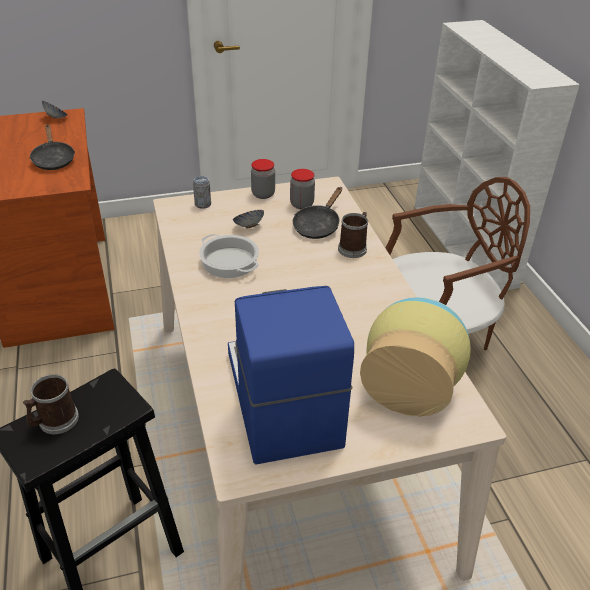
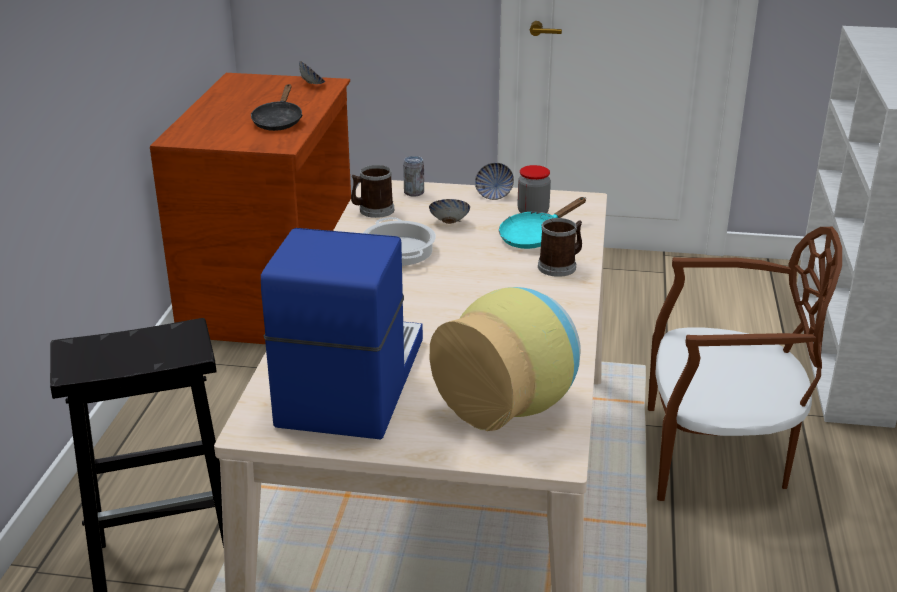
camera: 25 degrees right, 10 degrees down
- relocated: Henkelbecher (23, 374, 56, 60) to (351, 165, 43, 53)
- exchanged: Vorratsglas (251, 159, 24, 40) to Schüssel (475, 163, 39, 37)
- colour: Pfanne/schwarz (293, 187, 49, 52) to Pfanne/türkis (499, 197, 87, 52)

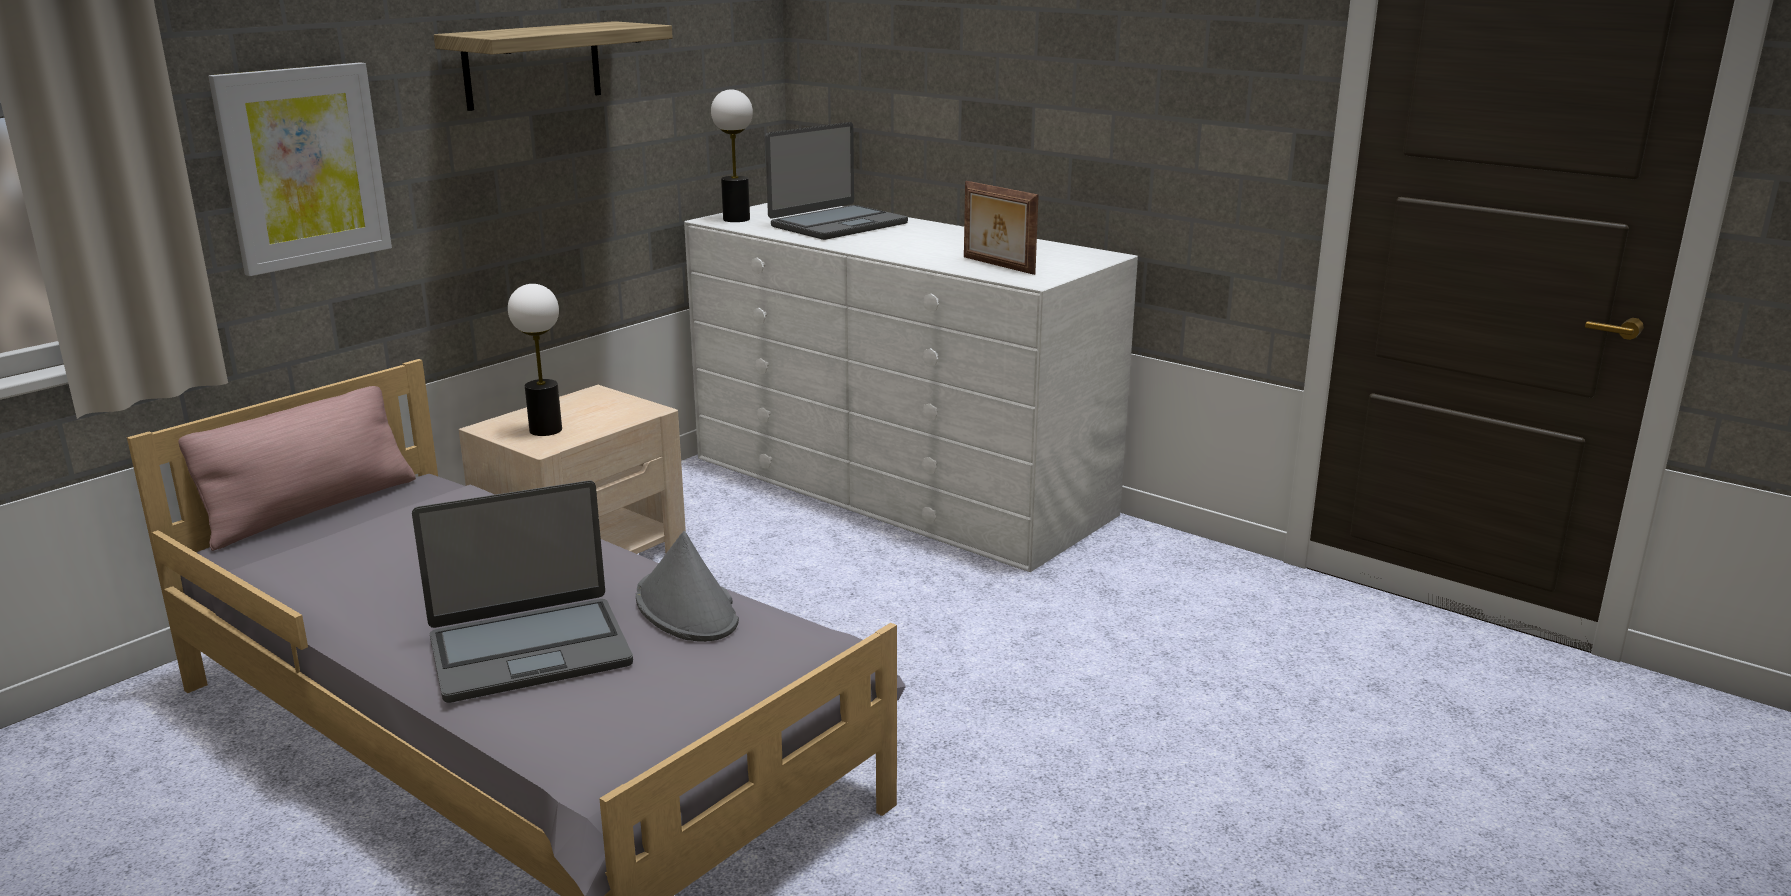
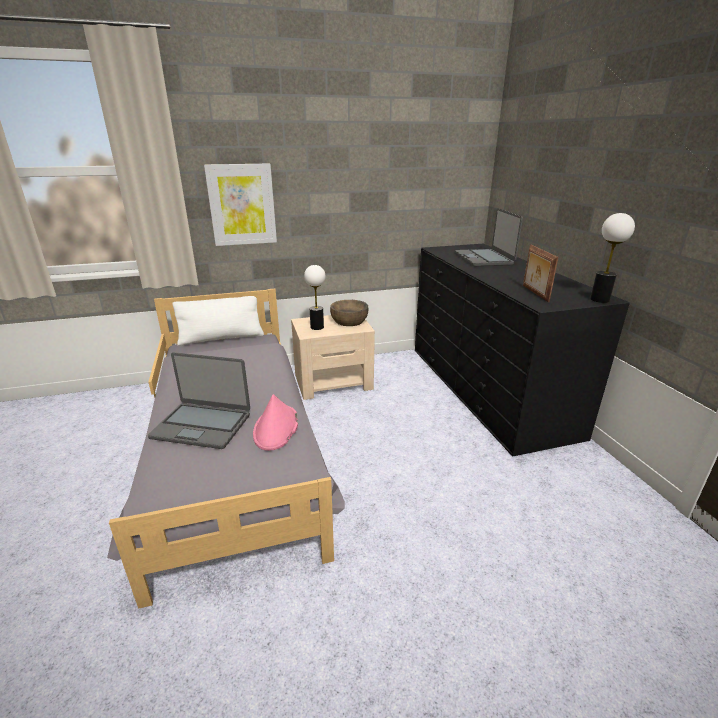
camera: 35 degrees right, 5 degrees up
- colour: Kissen/rosa (178, 386, 238, 165) to Kissen/weiß (172, 296, 92, 50)
- missing: Wandregal (434, 21, 239, 90)
- colour: Hut/grau (636, 531, 103, 111) to Hut/rosa (253, 394, 45, 57)
- colour: Kommode/weiß (684, 203, 454, 369) to Kommode/schwarz (415, 244, 215, 213)
- relocated: Tischlampe (711, 89, 42, 133) to (590, 213, 45, 90)
- spun: Laptop (765, 122, 143, 118) = (455, 208, 68, 58) 90 degrees clockwise
- appeared: Schüssel/braun (330, 300, 38, 26)

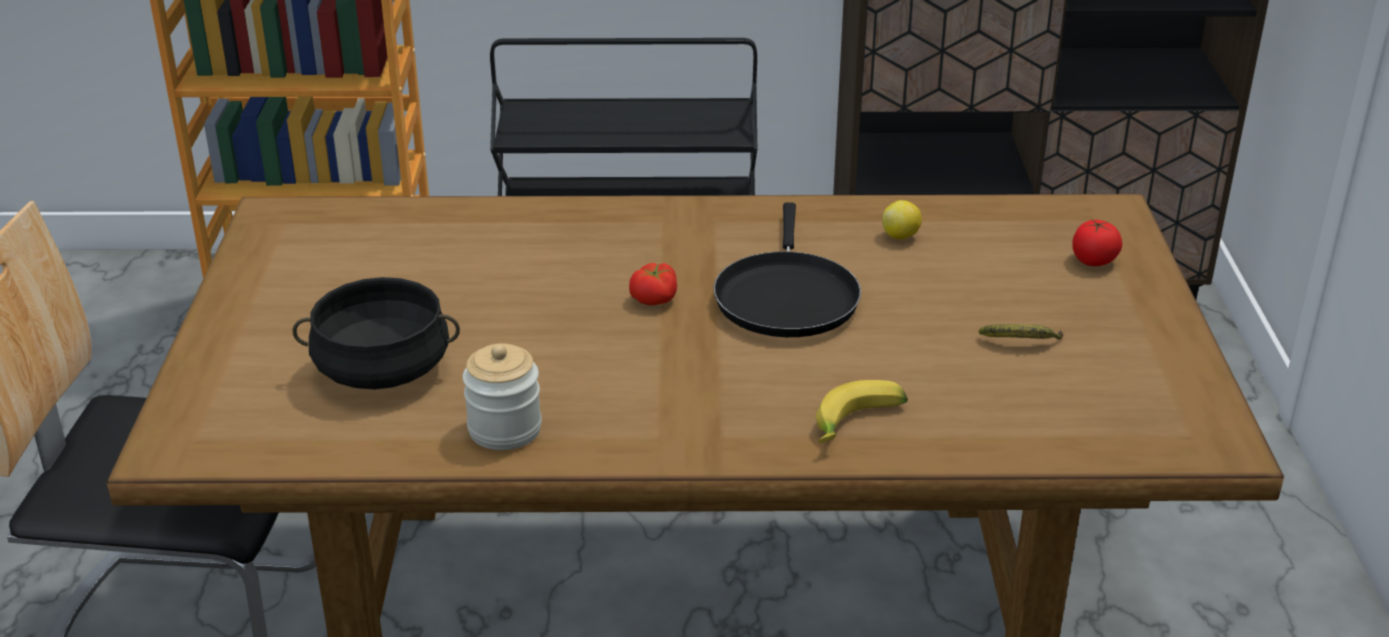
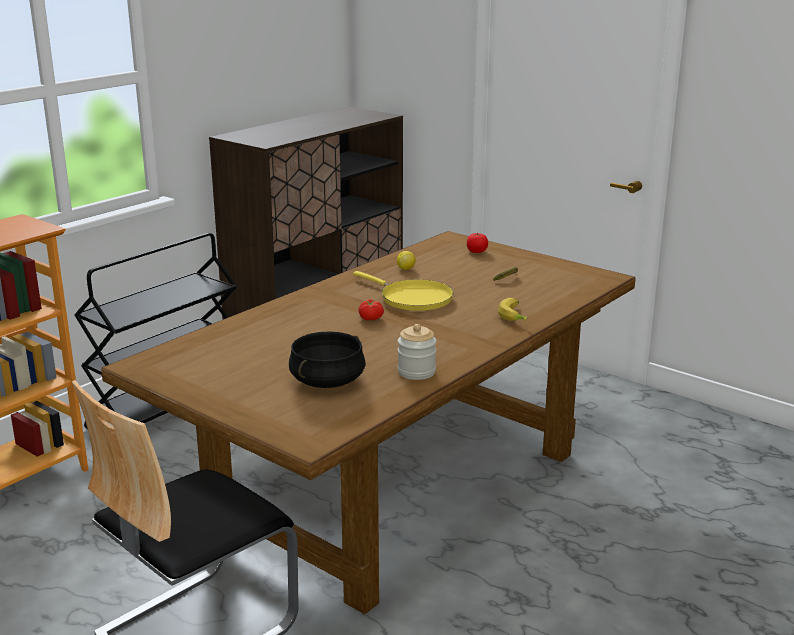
camera: 50 degrees left, 10 degrees down
- colour: Pfanne/schwarz (714, 202, 147, 135) to Pfanne/gelb (353, 271, 101, 40)

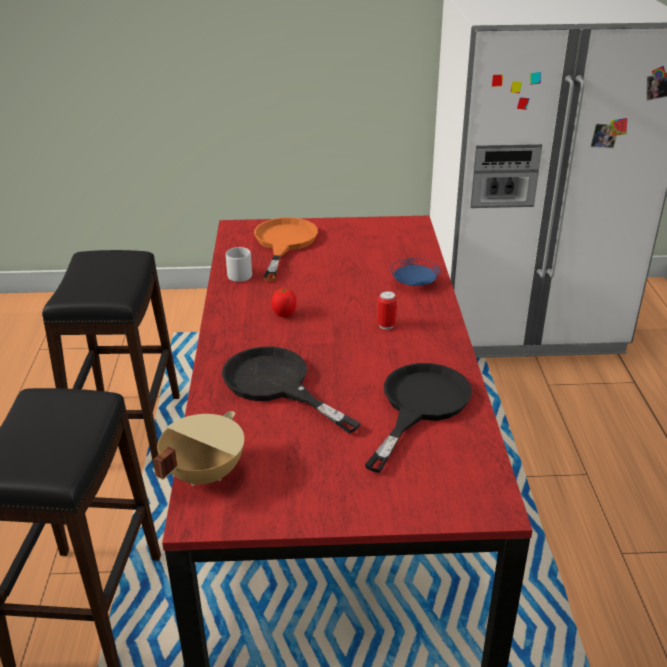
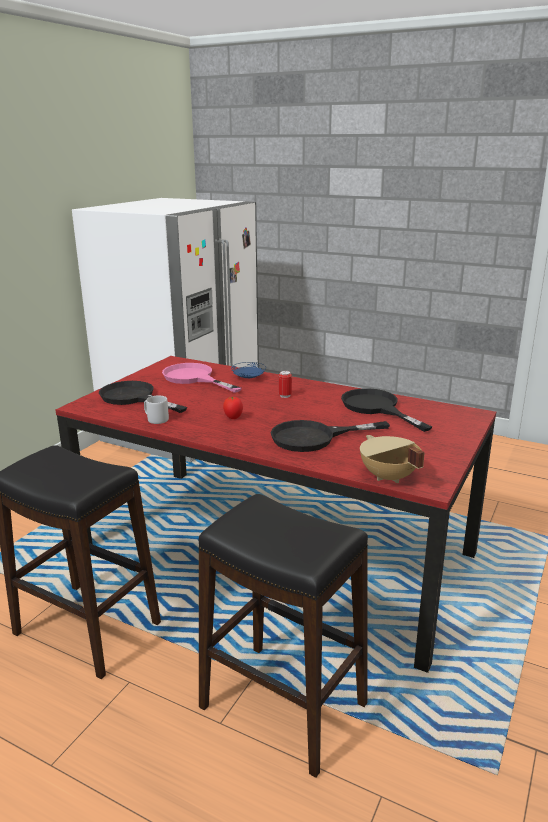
camera: 60 degrees left, 10 degrees down
- colour: Pfanne/orange (254, 217, 64, 64) to Pfanne/schwarz (99, 381, 88, 32)
- appeared: Pfanne/rosa (162, 363, 80, 30)

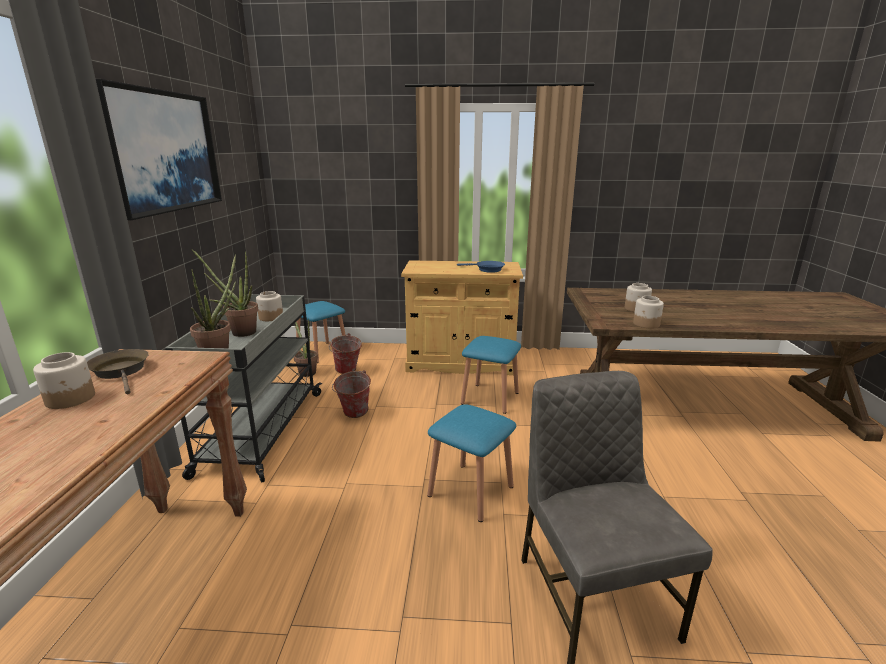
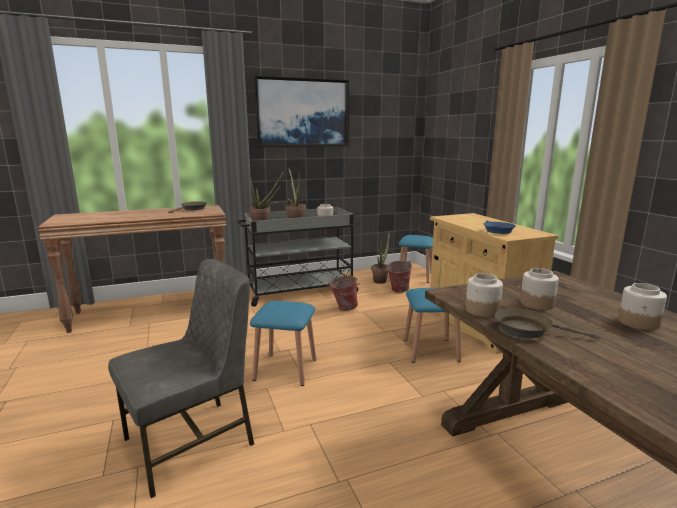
camera: 65 degrees right, 5 degrees down
- relocated: Vorratsglas (33, 352, 62, 57) to (618, 283, 49, 47)
- appeared: Pfanne/braun (495, 308, 105, 31)

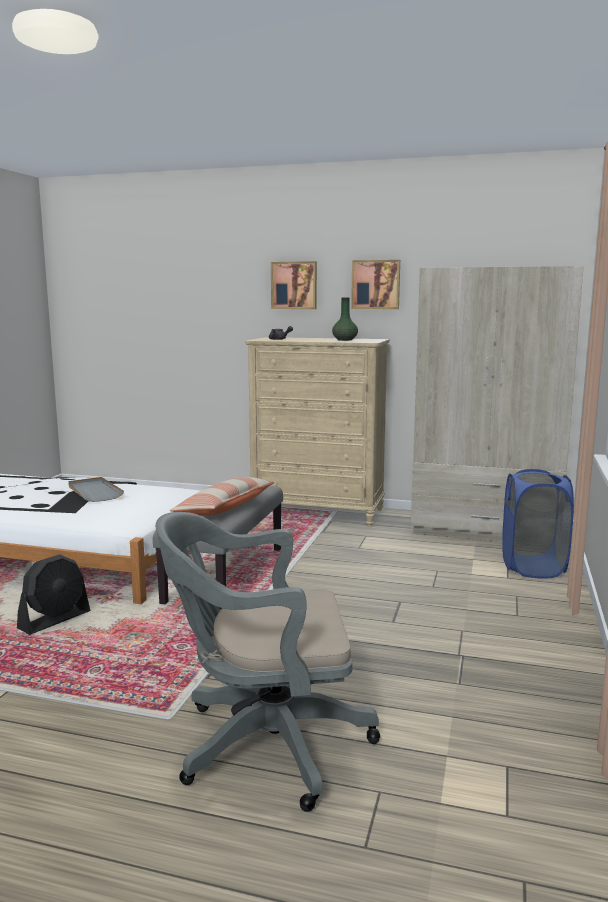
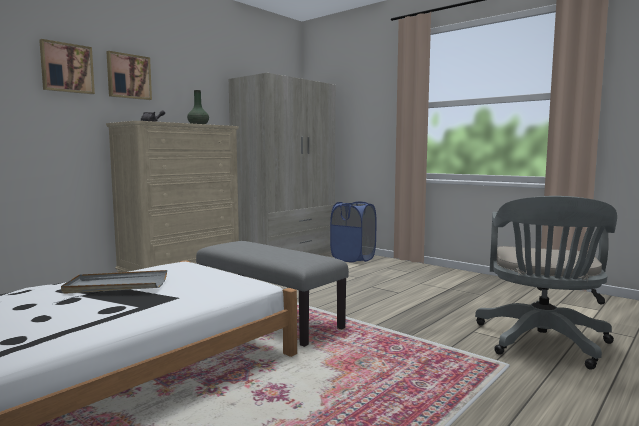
camera: 65 degrees left, 5 degrees down
- missing: Ventilator/schwarz (17, 554, 73, 81)
- missing: Kissen (170, 477, 104, 39)
- relocated: Bild (351, 260, 49, 49) to (39, 39, 56, 55)

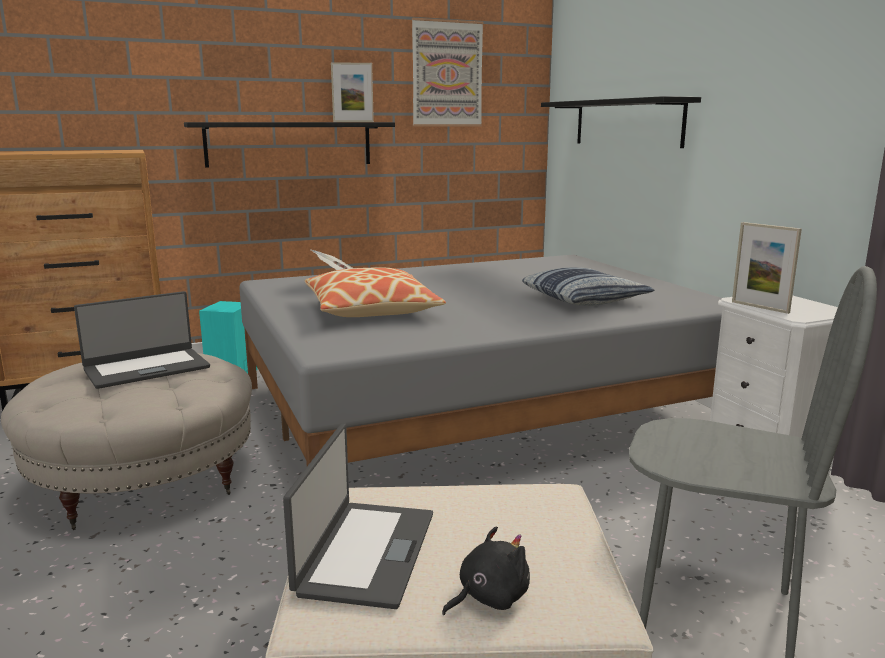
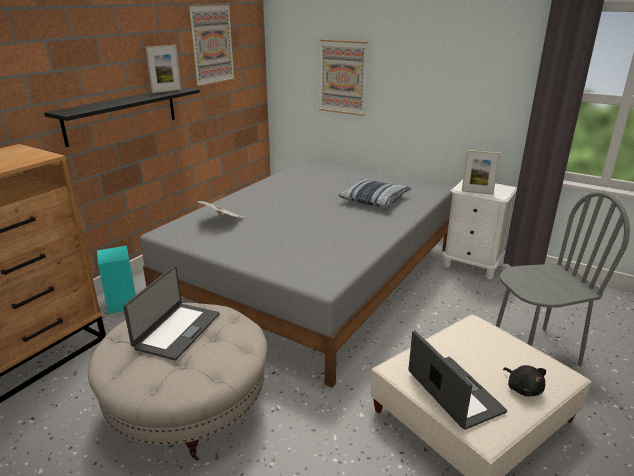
camera: 35 degrees left, 10 degrees up
- missing: Kissen (305, 267, 141, 50)
- spun: Plüschtier/schwarz (442, 526, 88, 89) = (503, 365, 43, 31) 135 degrees clockwise
- exchanged: Wandregal/schwarz (541, 96, 160, 52) to Bild (320, 39, 48, 77)

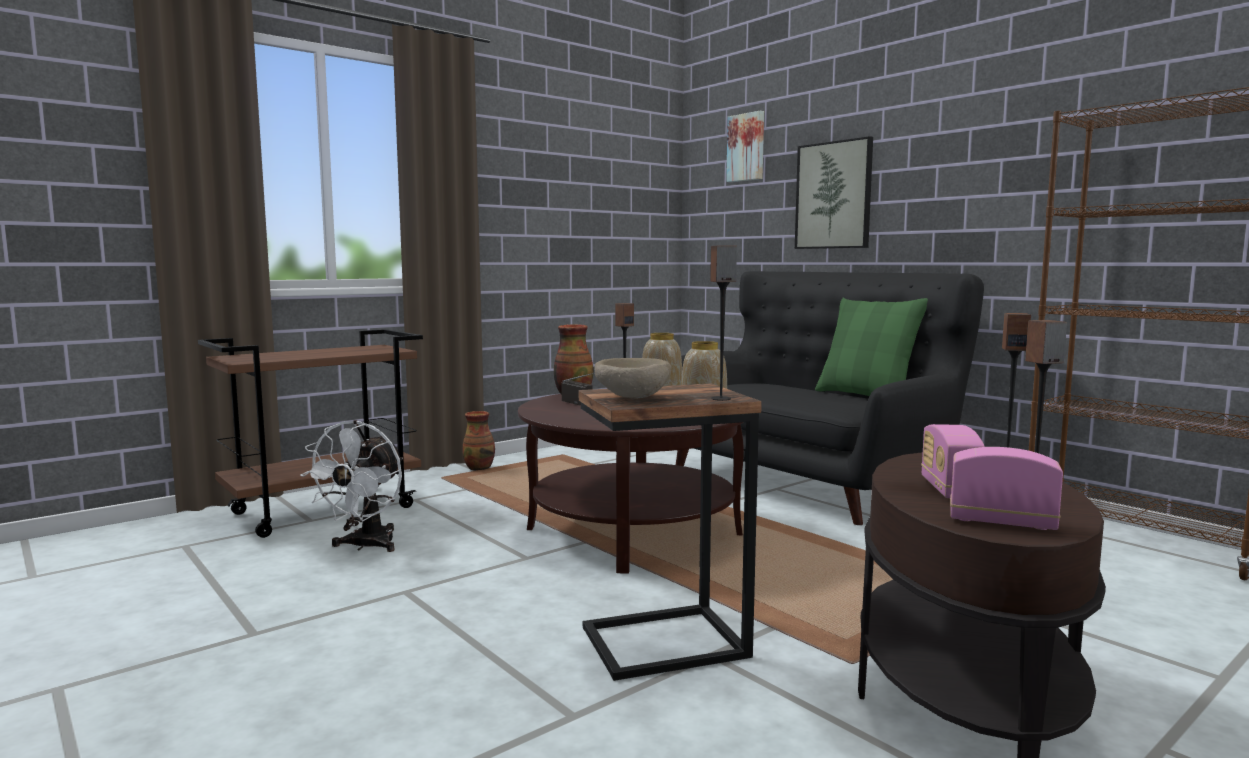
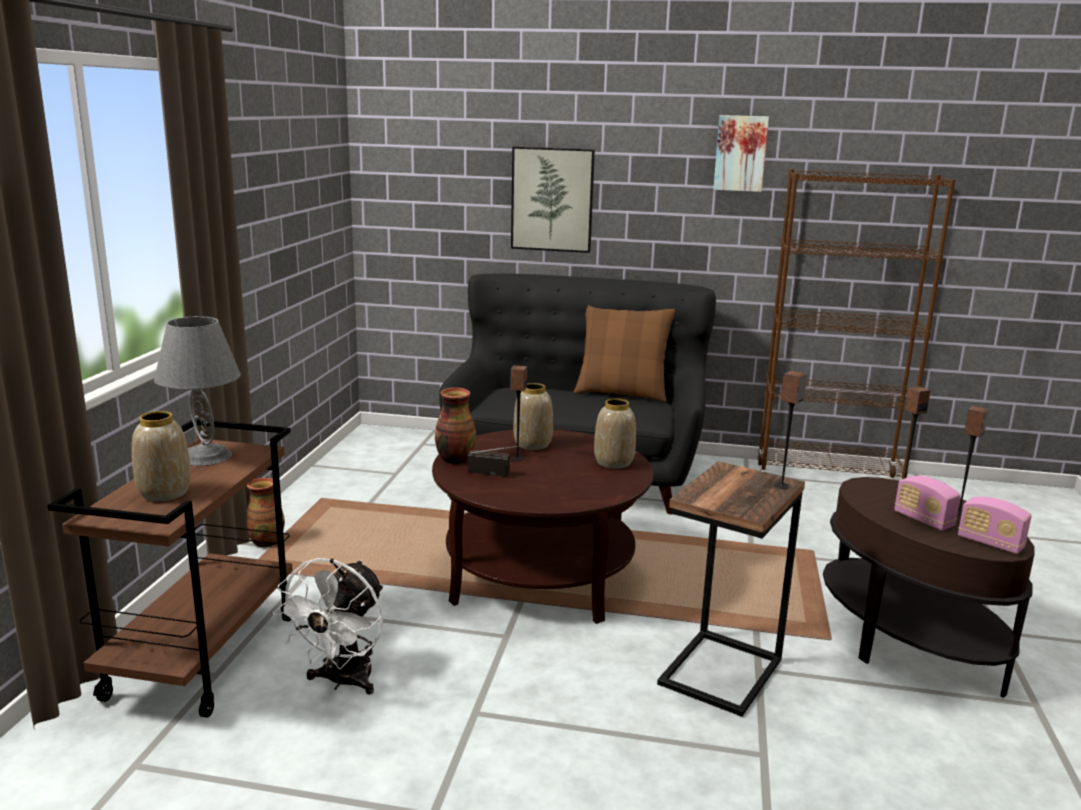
camera: 40 degrees left, 10 degrees up
- spun: Ventilator/weiß (300, 420, 103, 132) = (273, 558, 110, 137) 45 degrees clockwise
- missing: Schüssel/beige (595, 358, 76, 41)
- relocated: Bild (726, 111, 38, 71) to (713, 115, 56, 77)
- colour: Kissen/grün (815, 298, 113, 98) to Kissen/braun (574, 305, 101, 98)
- spun: Radio (950, 447, 113, 83) = (958, 497, 74, 57) 120 degrees counterclockwise
- appeared: Vase (132, 411, 59, 90)
- appeared: Tischlampe/grau (154, 316, 87, 150)

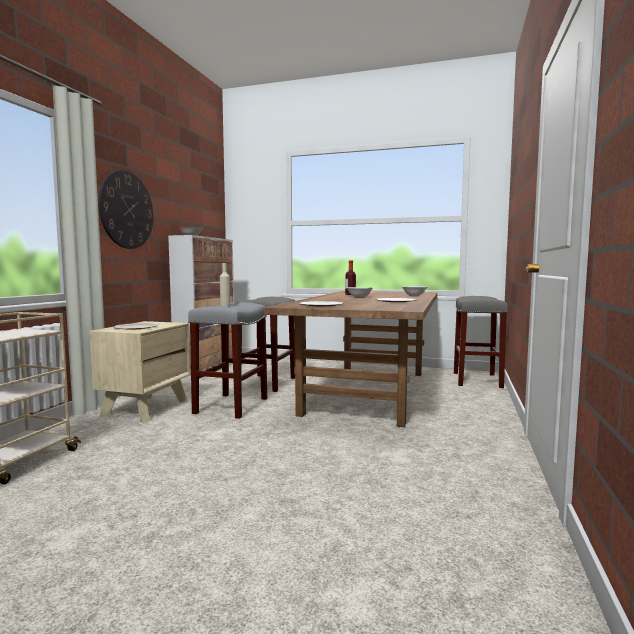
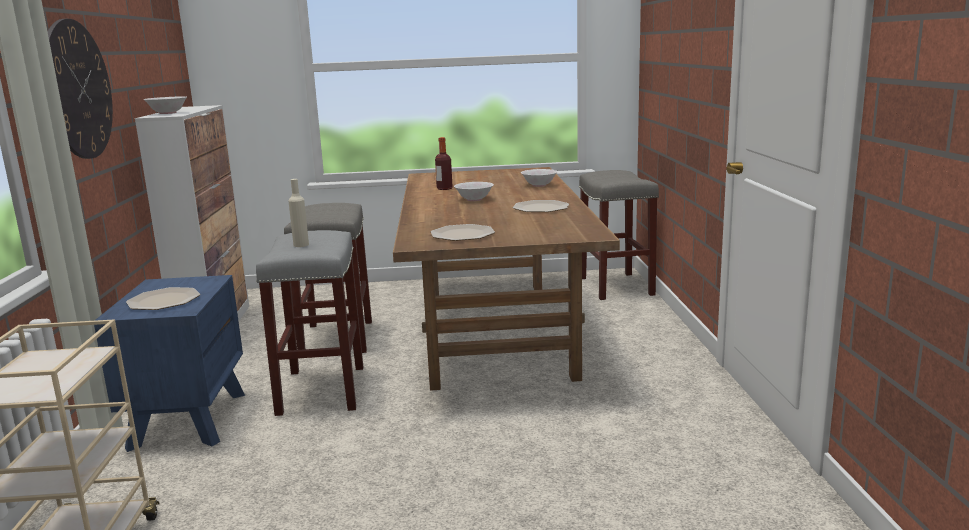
camera: 20 degrees left, 10 degrees up
- colour: Nachttisch/beige (89, 321, 102, 101) to Nachttisch/blau (94, 275, 151, 177)

